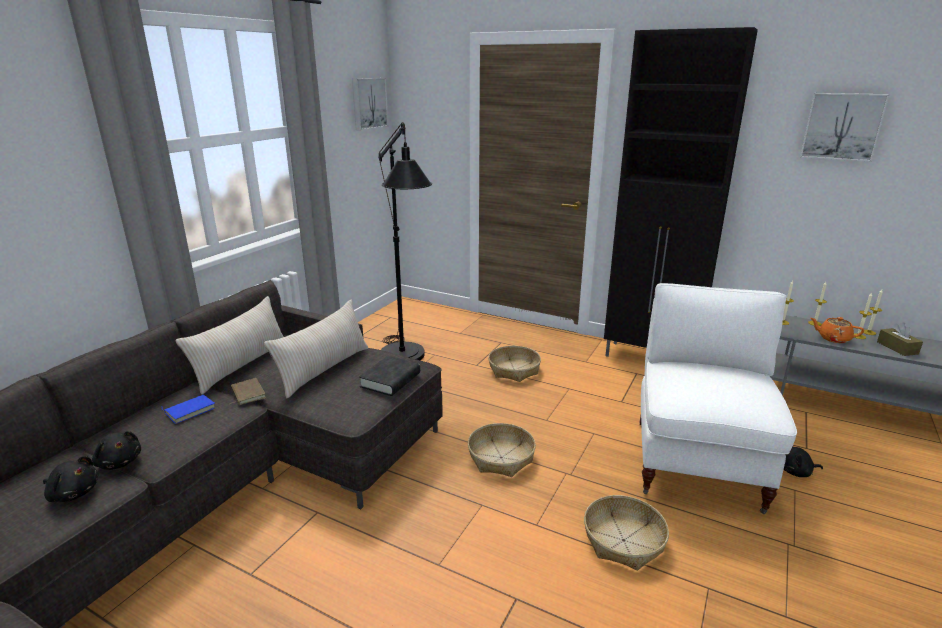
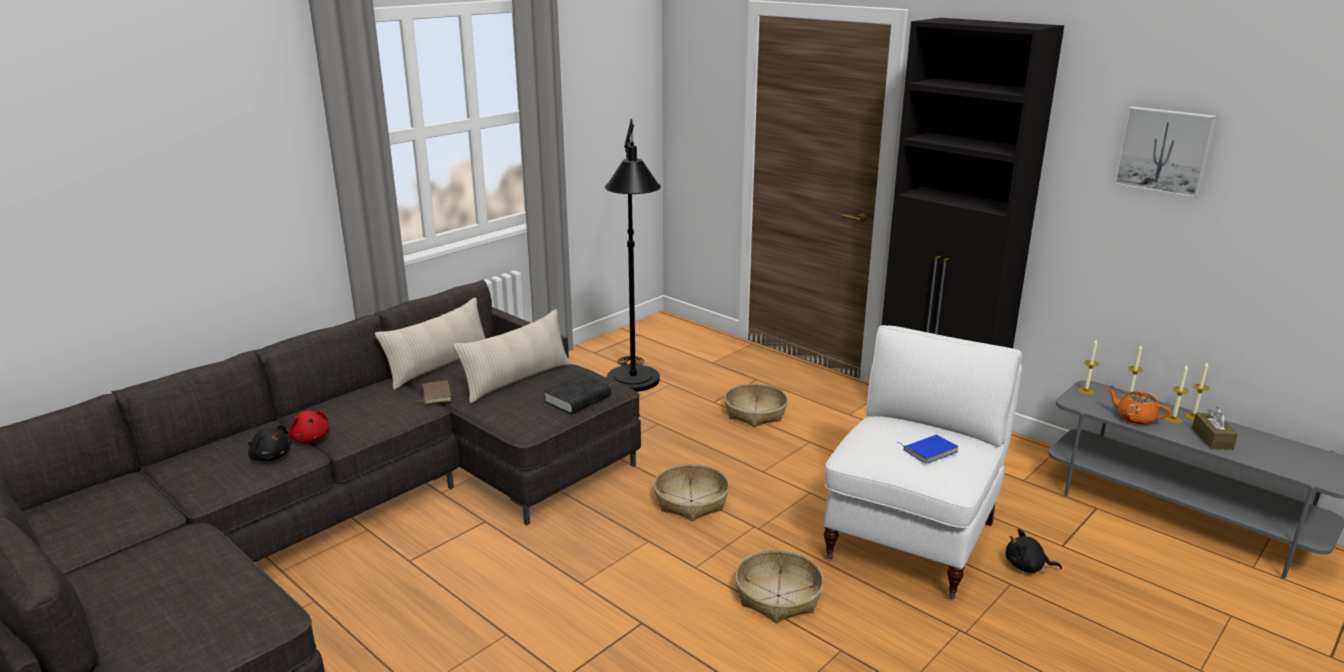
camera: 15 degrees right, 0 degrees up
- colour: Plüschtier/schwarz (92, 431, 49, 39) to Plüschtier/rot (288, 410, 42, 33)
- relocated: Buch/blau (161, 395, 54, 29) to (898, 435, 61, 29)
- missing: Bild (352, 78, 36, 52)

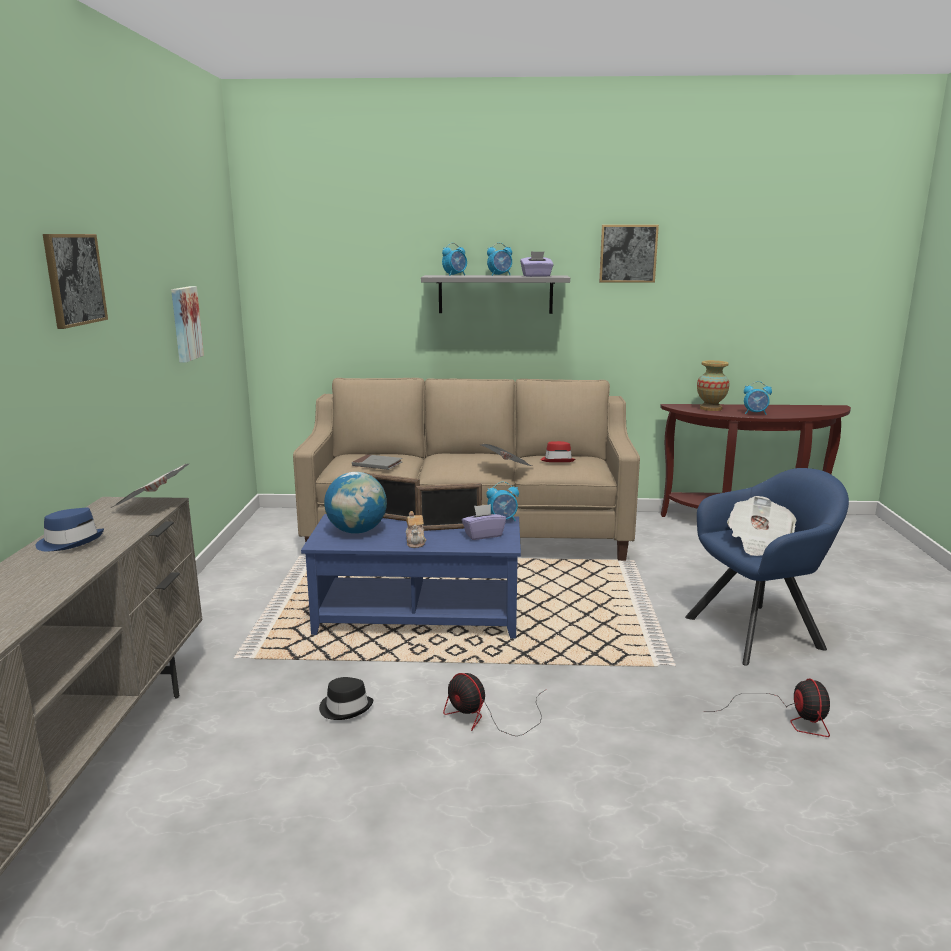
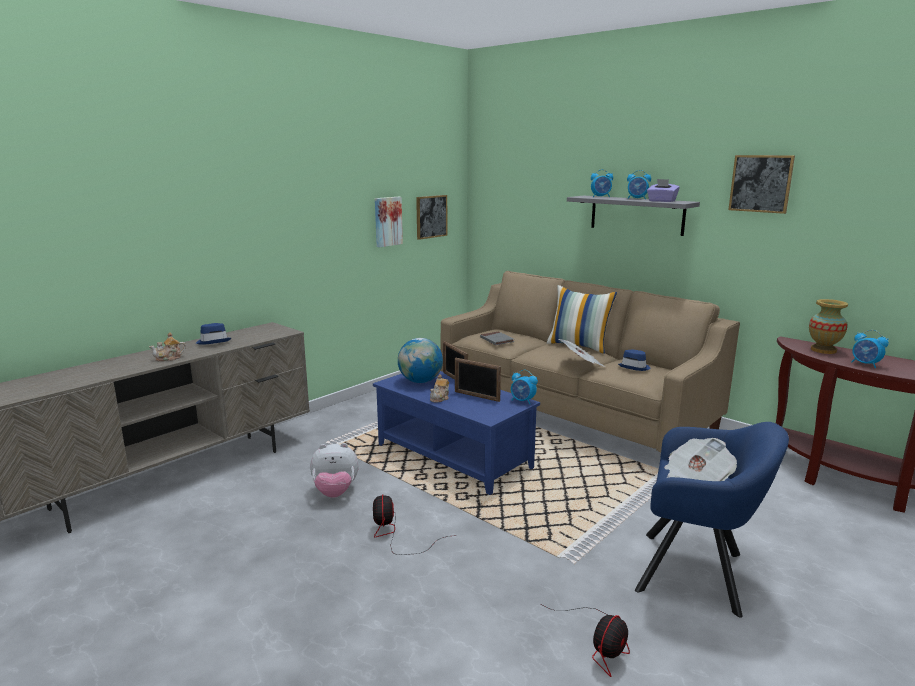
camera: 40 degrees right, 0 degrees up
- relocated: Bild (43, 234, 65, 95) to (416, 195, 32, 45)
- missing: Zeitung (111, 464, 78, 44)
- exchanged: Hut/schwarz (319, 677, 54, 43) to Plüschtier (310, 443, 49, 55)
- missing: Taschentuchbox/lila (462, 504, 44, 36)
- colour: Hut/rot (540, 441, 35, 21) to Hut/blau (618, 350, 33, 21)
- appeared: Teekanne (149, 332, 37, 29)
- appeared: Kissen (547, 285, 70, 69)

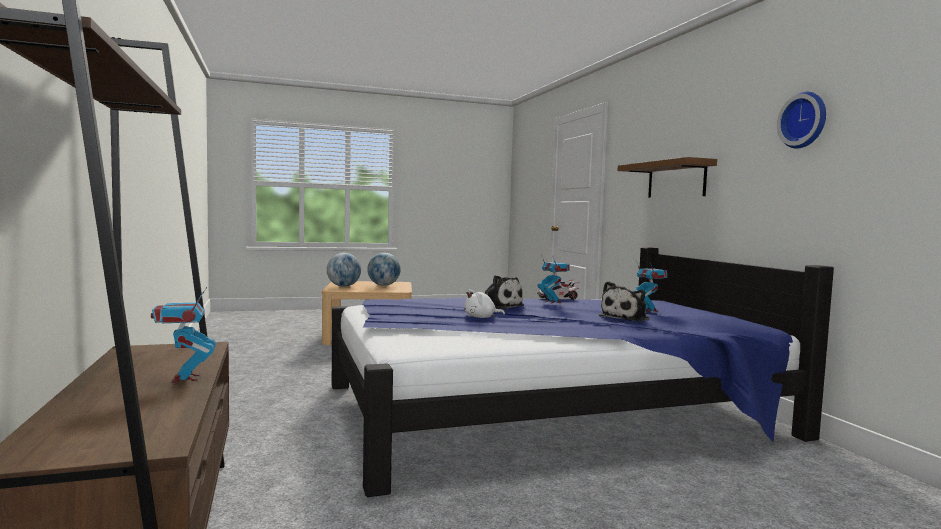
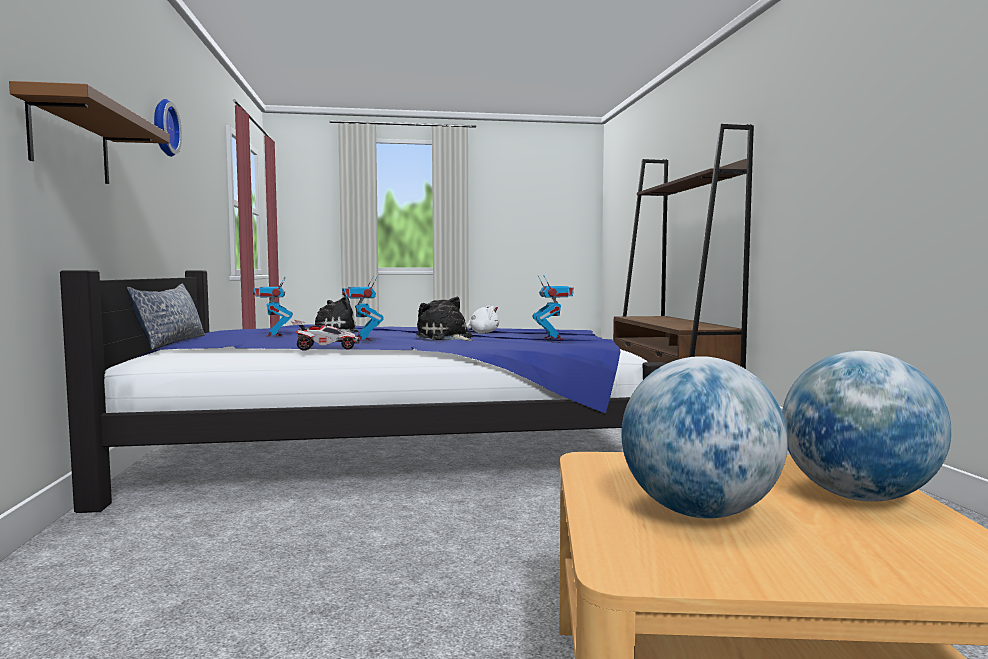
camera: 170 degrees left, 0 degrees up
- relocated: Spielzeugroboter (151, 287, 65, 96) to (533, 275, 41, 65)
- appeared: Kissen (127, 283, 78, 67)

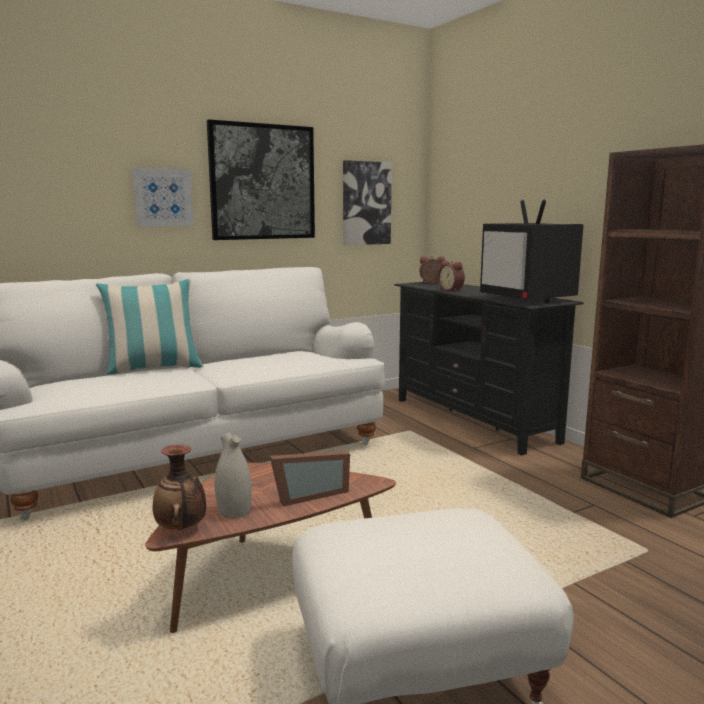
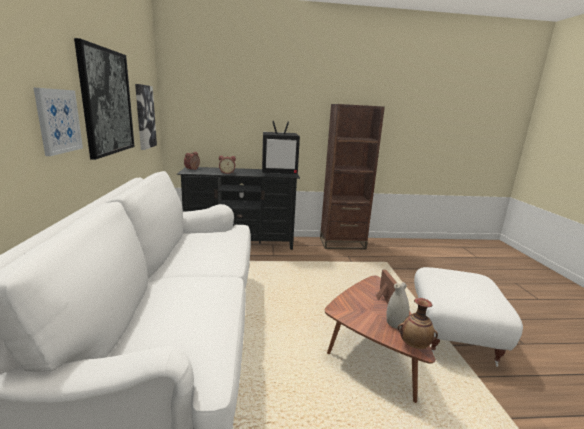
camera: 65 degrees left, 5 degrees up
- missing: Kissen (96, 279, 108, 96)

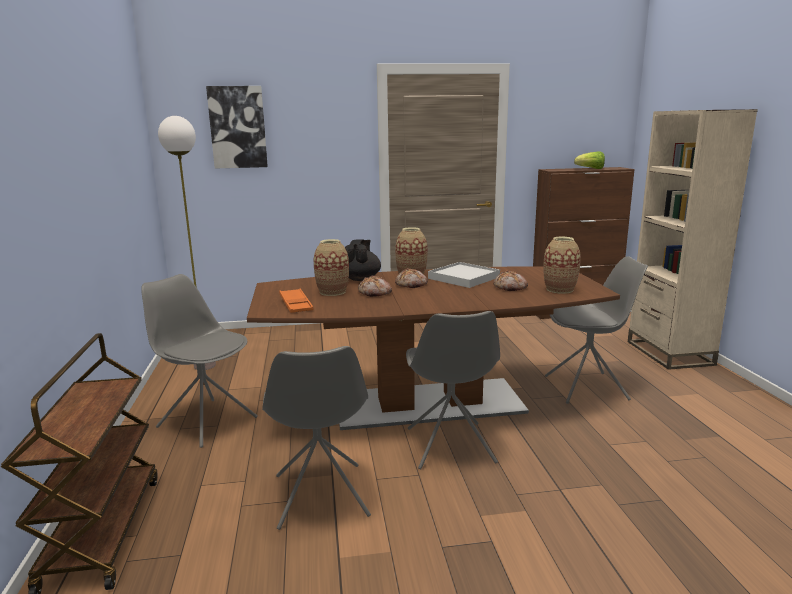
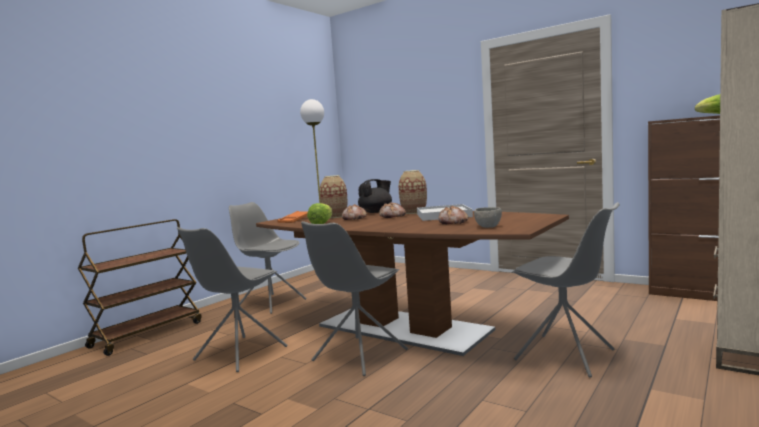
camera: 45 degrees right, 10 degrees down
- spun: Stuhl/grau (141, 274, 117, 174) = (229, 202, 78, 112) 45 degrees counterclockwise
- missing: Bild (206, 86, 62, 83)
- exchanged: Vase (543, 237, 38, 57) to Schüssel/grau (474, 207, 28, 21)
- appeared: Salatkopf (307, 203, 26, 21)

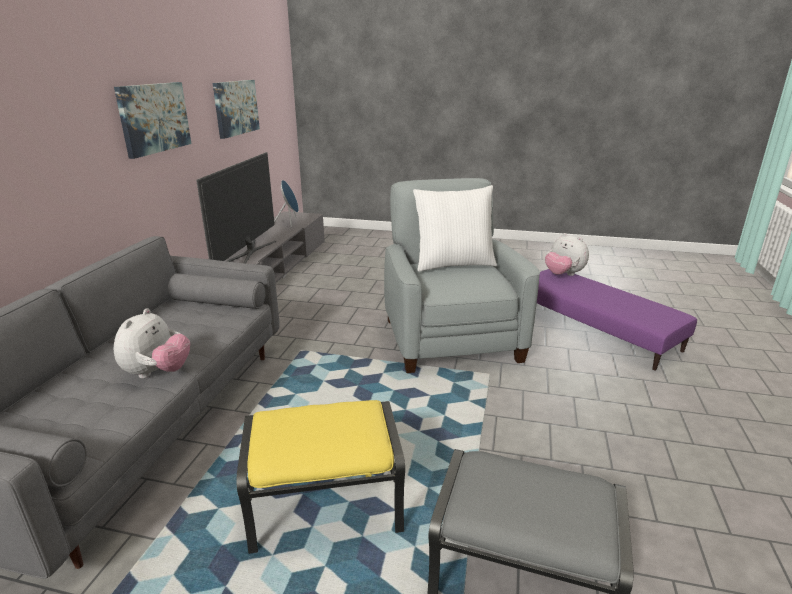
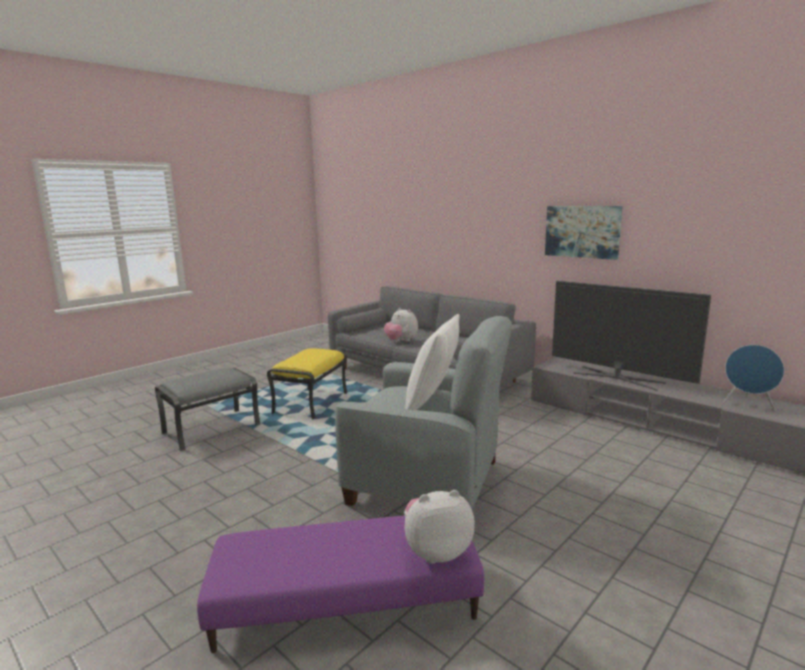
camera: 120 degrees right, 10 degrees down
- missing: Bild (213, 80, 47, 59)

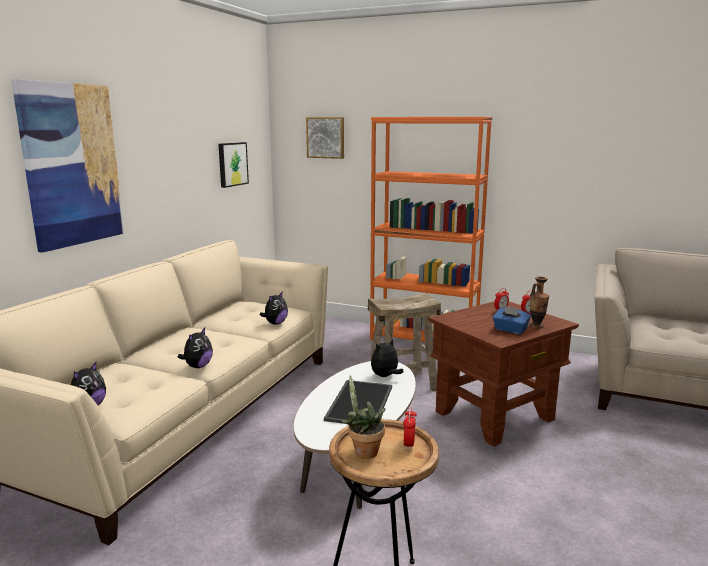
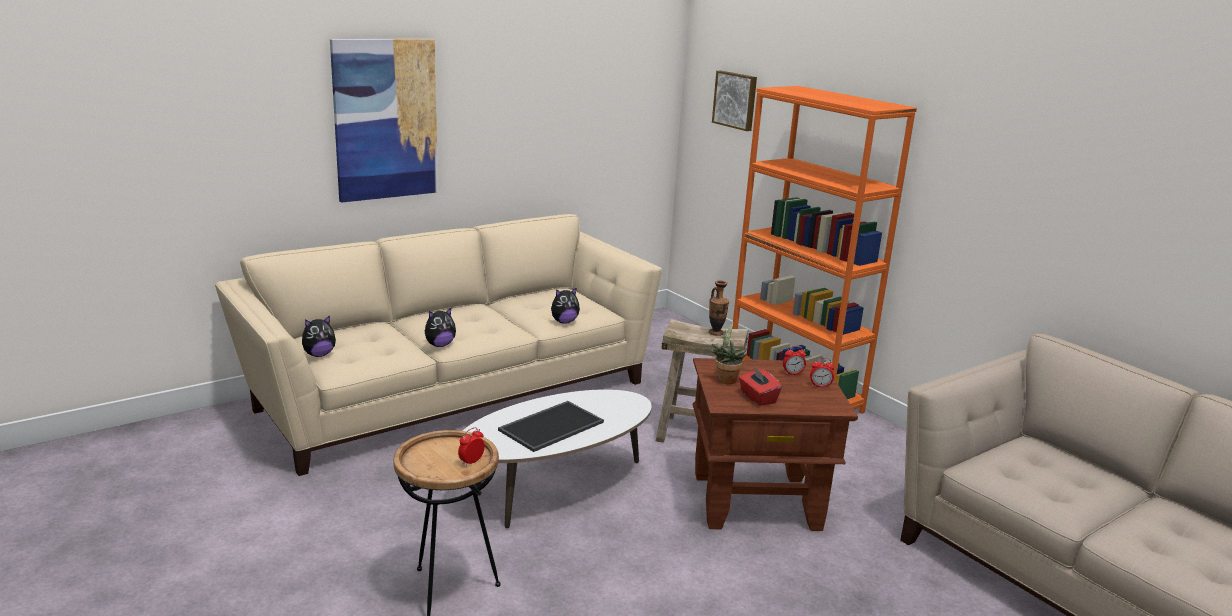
camera: 30 degrees right, 5 degrees up
- missing: Bild (218, 142, 31, 46)
- relocated: Topfpflanze (342, 375, 43, 84) to (710, 322, 36, 62)
- missing: Plüschtier (371, 338, 33, 39)
- colour: Taschentuchbox/blau (493, 306, 38, 28) to Taschentuchbox/rot (739, 367, 43, 39)
- relocated: Vase (529, 277, 20, 51) to (709, 280, 20, 56)

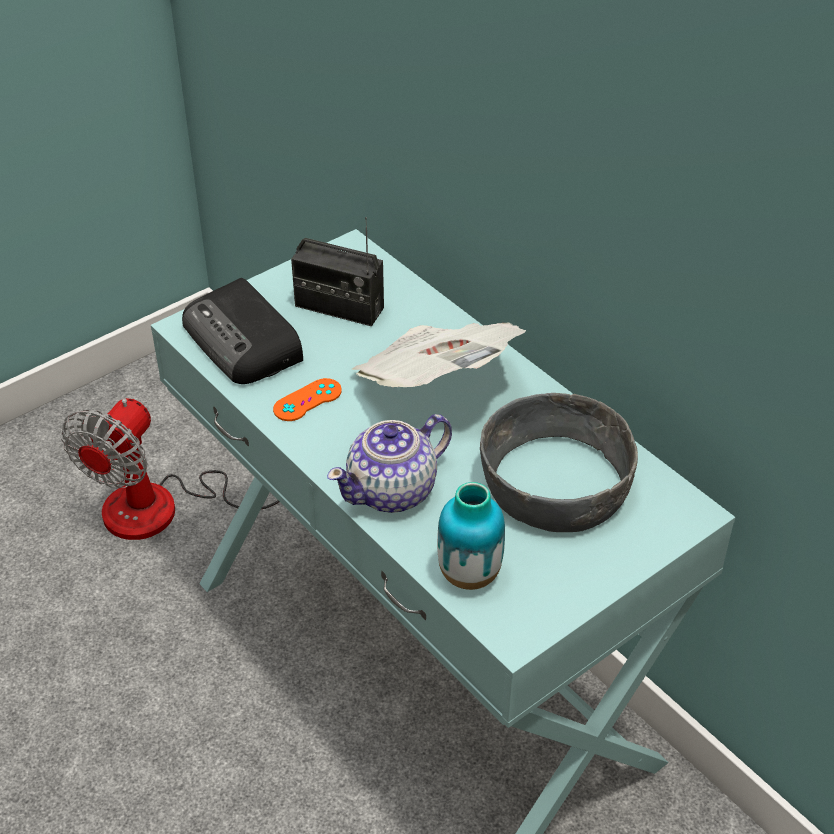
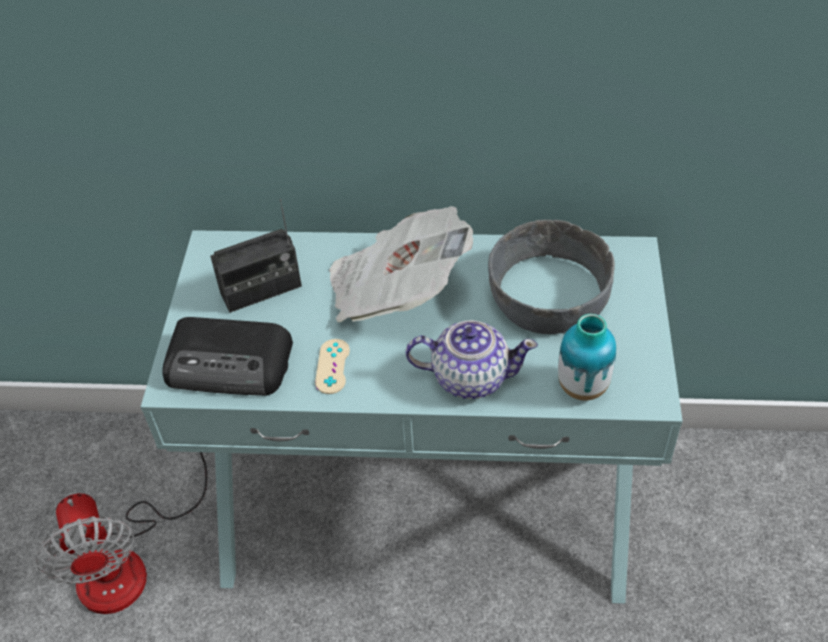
camera: 45 degrees left, 5 degrees up
- colour: Gamepad/orange (273, 378, 69, 43) to Gamepad/beige (315, 339, 35, 55)
- spun: Teekanne (327, 414, 125, 99) = (406, 320, 132, 79) 90 degrees counterclockwise

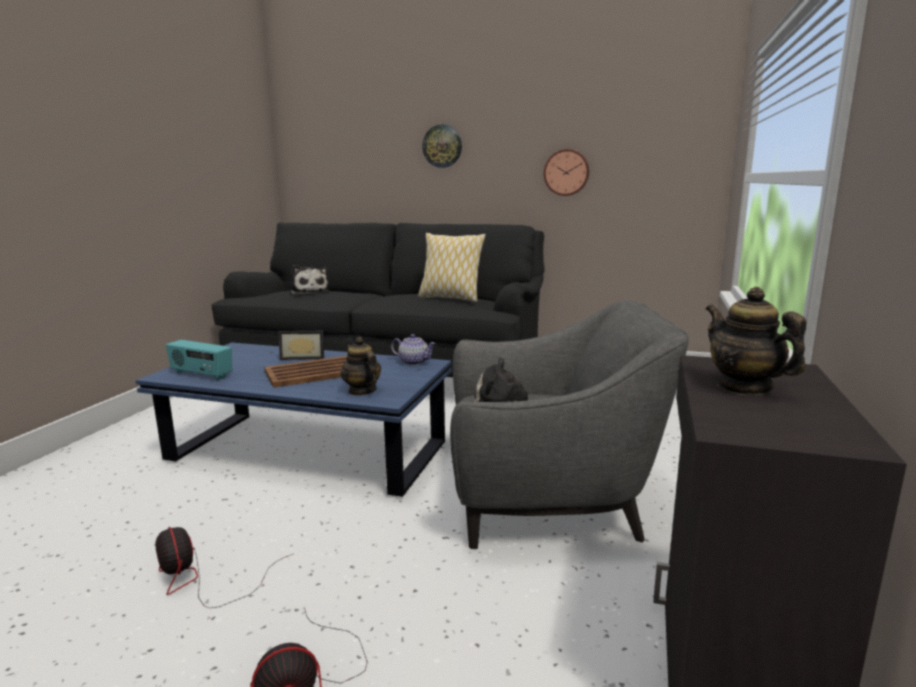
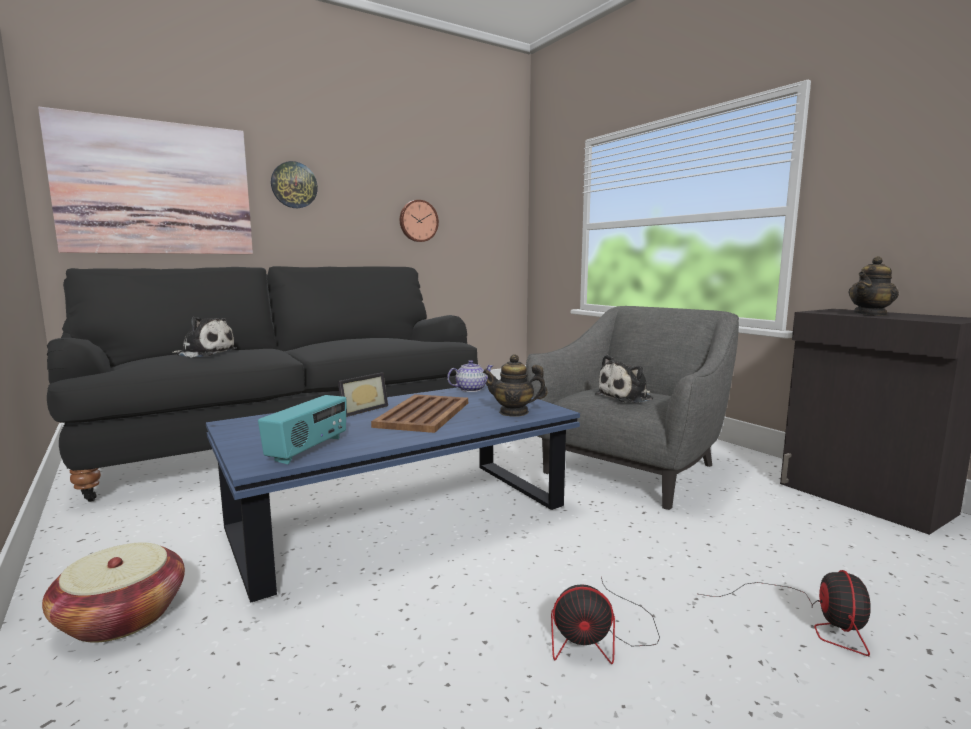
camera: 50 degrees left, 5 degrees down
- spun: Radio (166, 340, 66, 40) = (258, 395, 89, 69) 45 degrees counterclockwise
- missing: Kissen (418, 233, 68, 69)
- spun: Teekanne (705, 287, 101, 108) = (848, 256, 51, 60) 45 degrees counterclockwise
- appeared: Bild (38, 107, 215, 147)
- appeared: Korb (42, 542, 143, 101)

